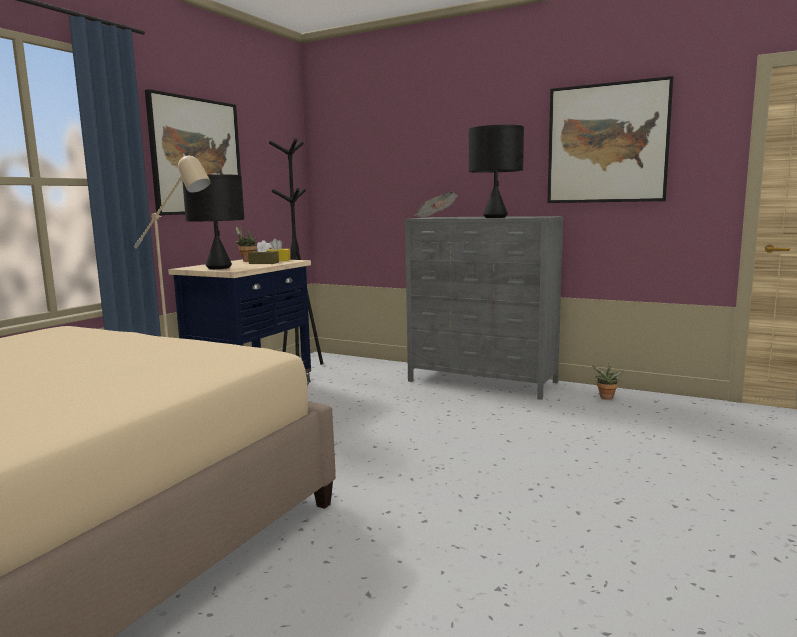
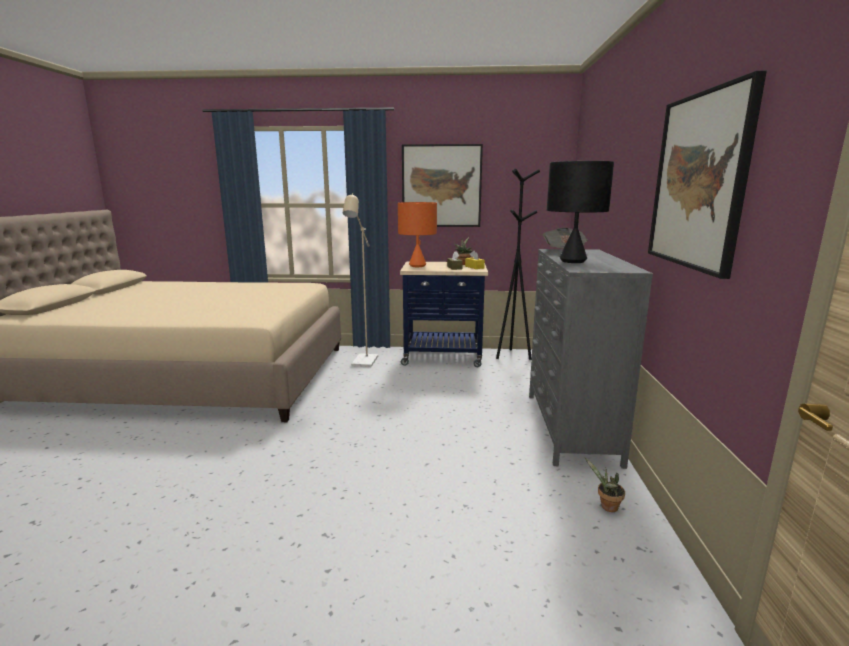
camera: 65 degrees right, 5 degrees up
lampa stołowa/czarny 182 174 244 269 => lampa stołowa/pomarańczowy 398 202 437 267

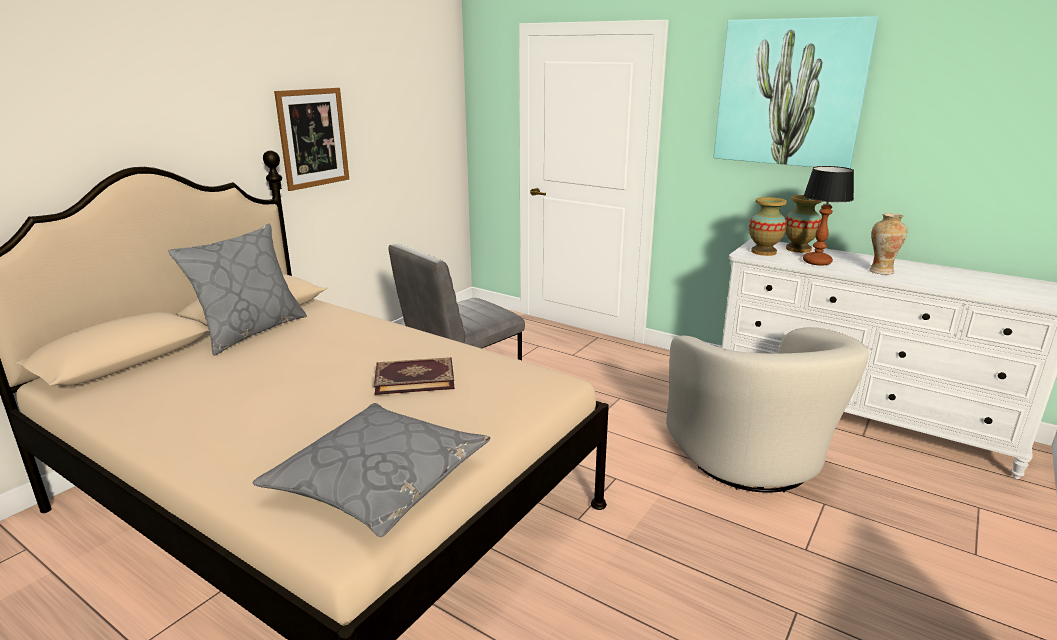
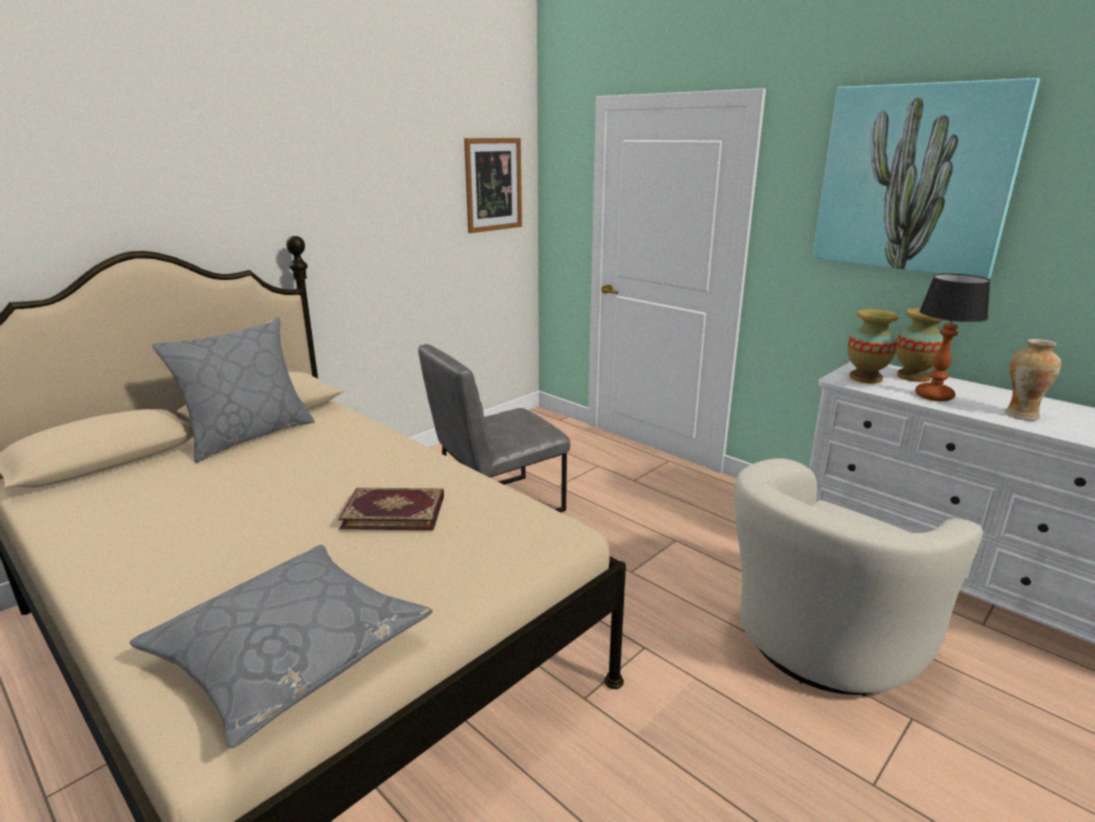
camera: 10 degrees right, 0 degrees up
obraz 274 88 349 191 => obraz 464 138 522 233, move
fotel/beżowy 666 327 869 493 => fotel/beżowy 734 458 983 696, 45 degrees clockwise

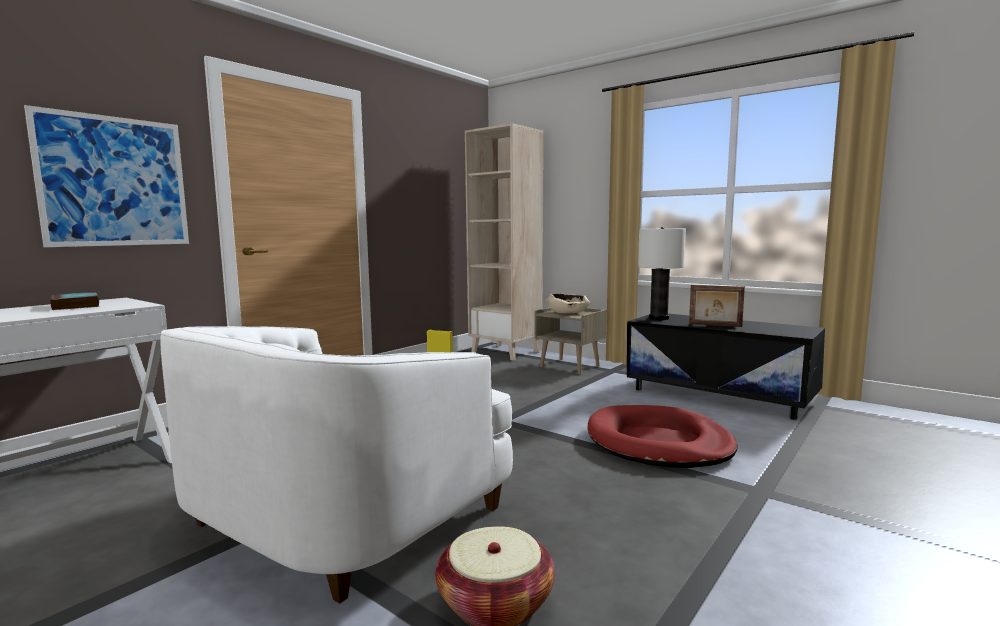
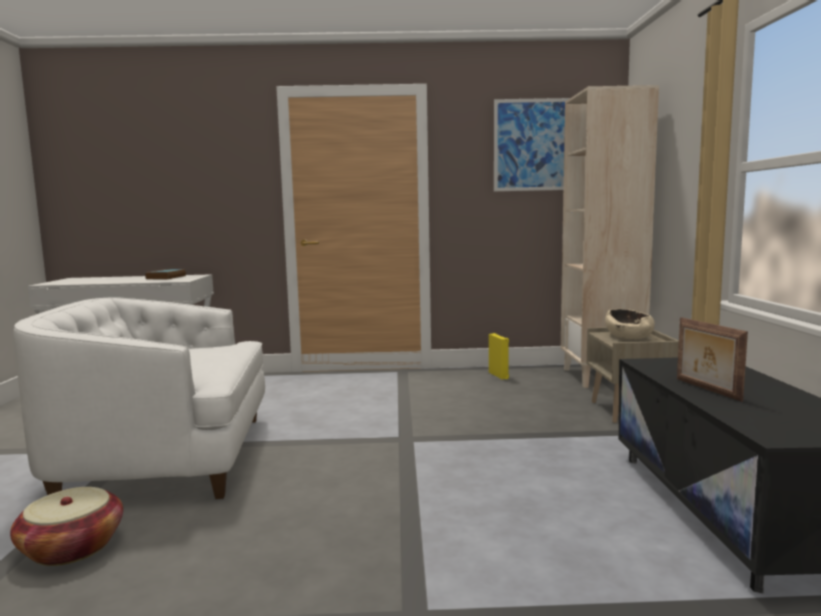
camera: 50 degrees right, 0 degrees up
obraz 24 105 189 247 => obraz 494 98 570 191, move
legowisko/czerwony 588 405 738 468 => nothing
lampa stołowa/biały 638 227 686 320 => nothing

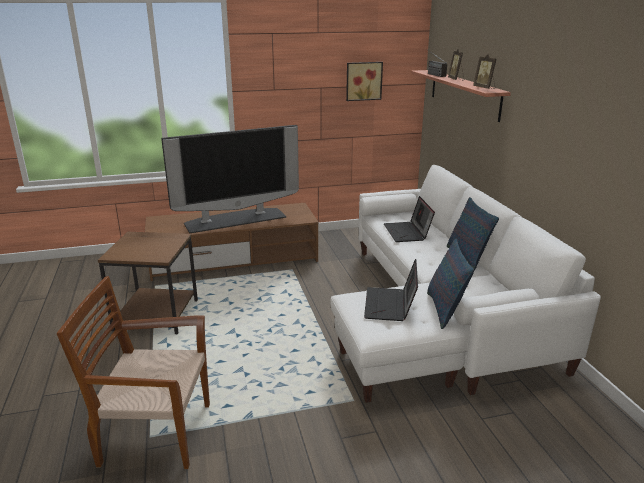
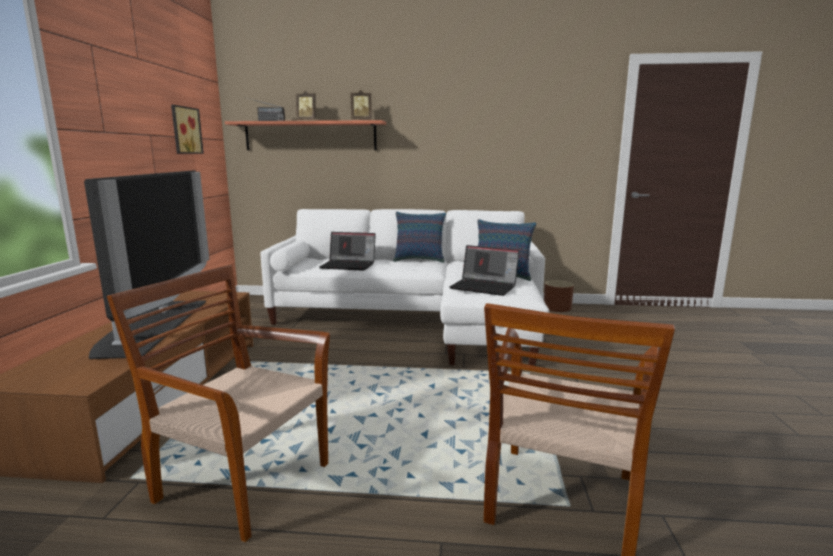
camera: 70 degrees left, 10 degrees down
stolik/brązowy 98 232 198 334 => fotel/brązowy 107 264 330 542
nothing => donica/brązowy 544 280 574 312

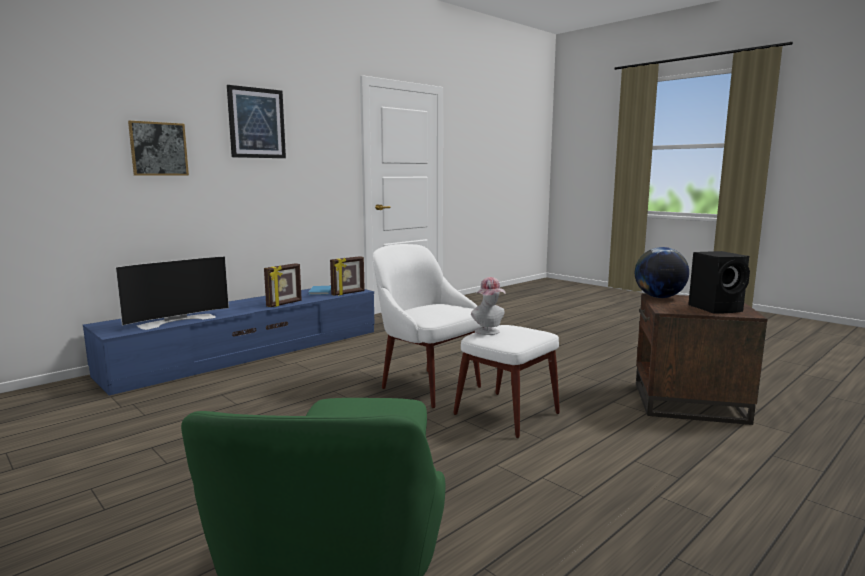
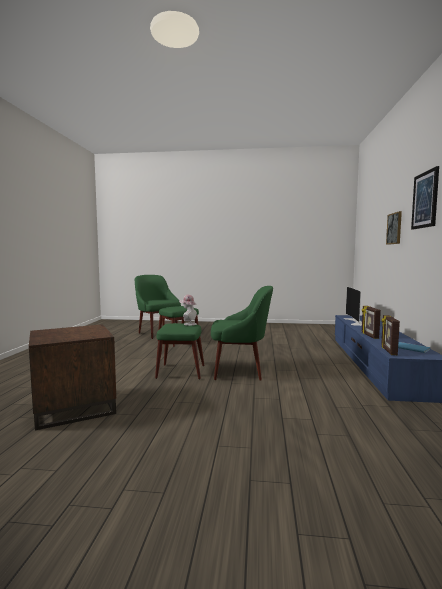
camera: 140 degrees right, 5 degrees down
fotel/biały 372 244 560 438 => fotel/zielony 155 286 273 381
globus 635 247 689 298 => nothing
głośnik/czarny 688 251 750 314 => nothing

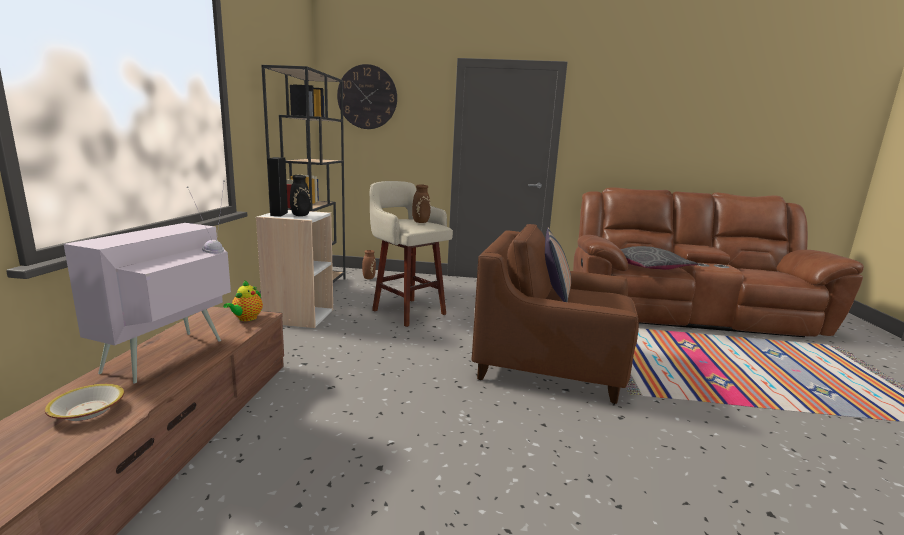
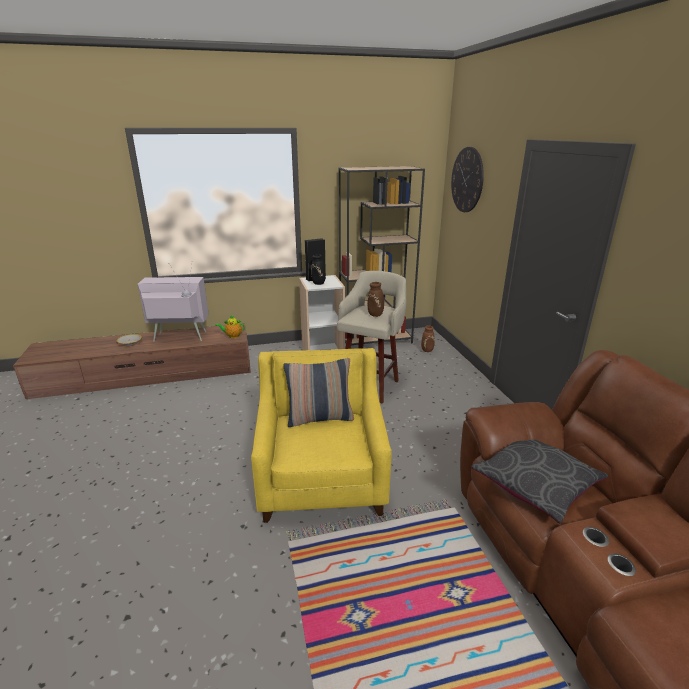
camera: 70 degrees right, 10 degrees up
fotel/brązowy 472 224 639 404 => fotel/żółty 251 348 392 523

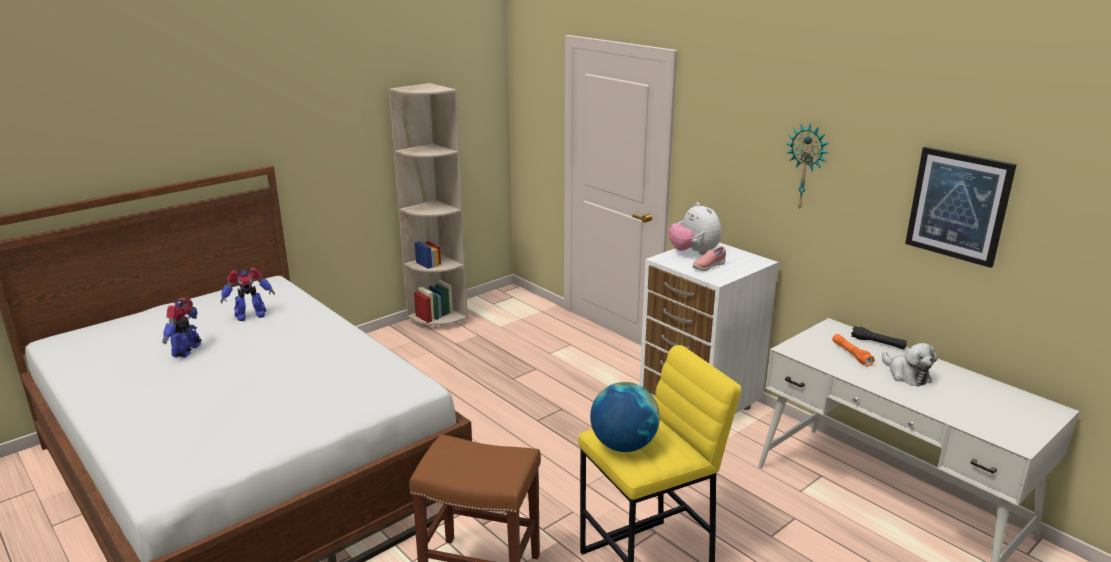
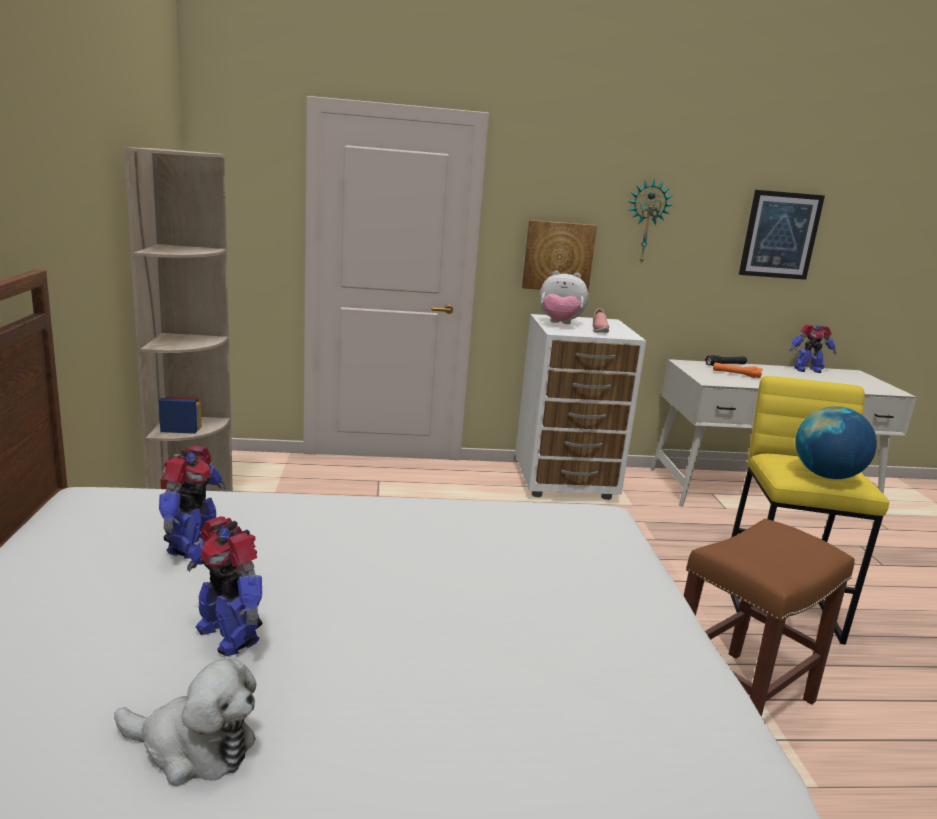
camera: 55 degrees left, 5 degrees down
pluszak 882 343 937 386 => pluszak 114 658 257 786, move
nothing => obraz 522 220 597 290
nothing => robot zabawkowy 790 324 836 373

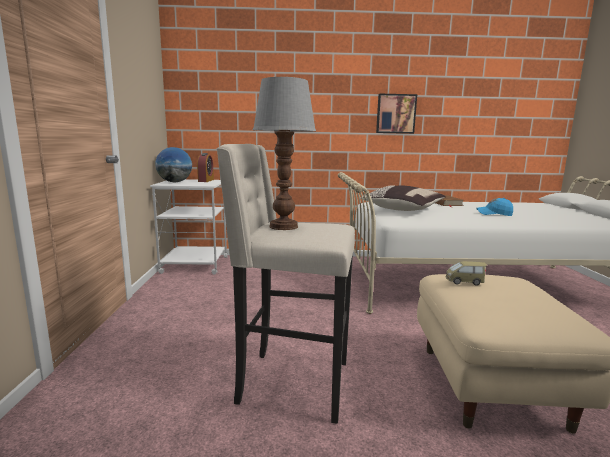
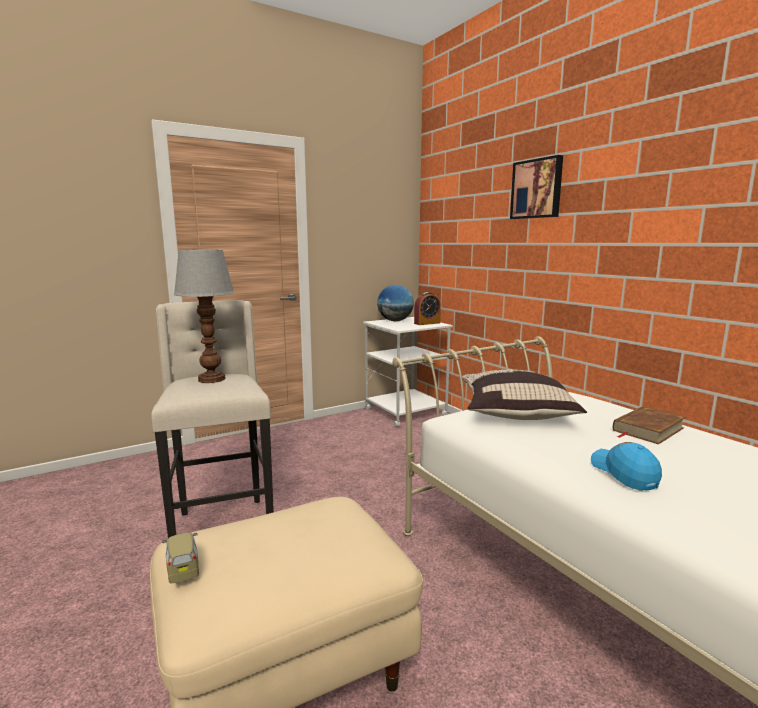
camera: 60 degrees right, 0 degrees up
obraz 376 94 417 134 => obraz 510 155 563 219, move
samochodzik 445 261 487 286 => samochodzik 162 533 199 584, move

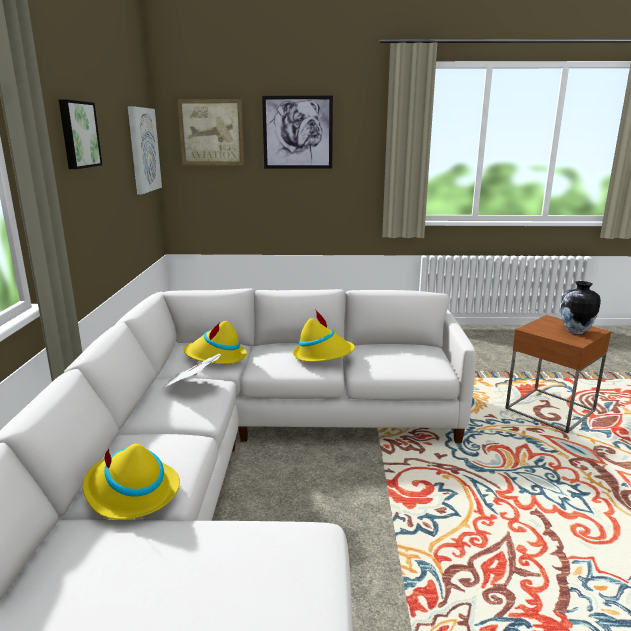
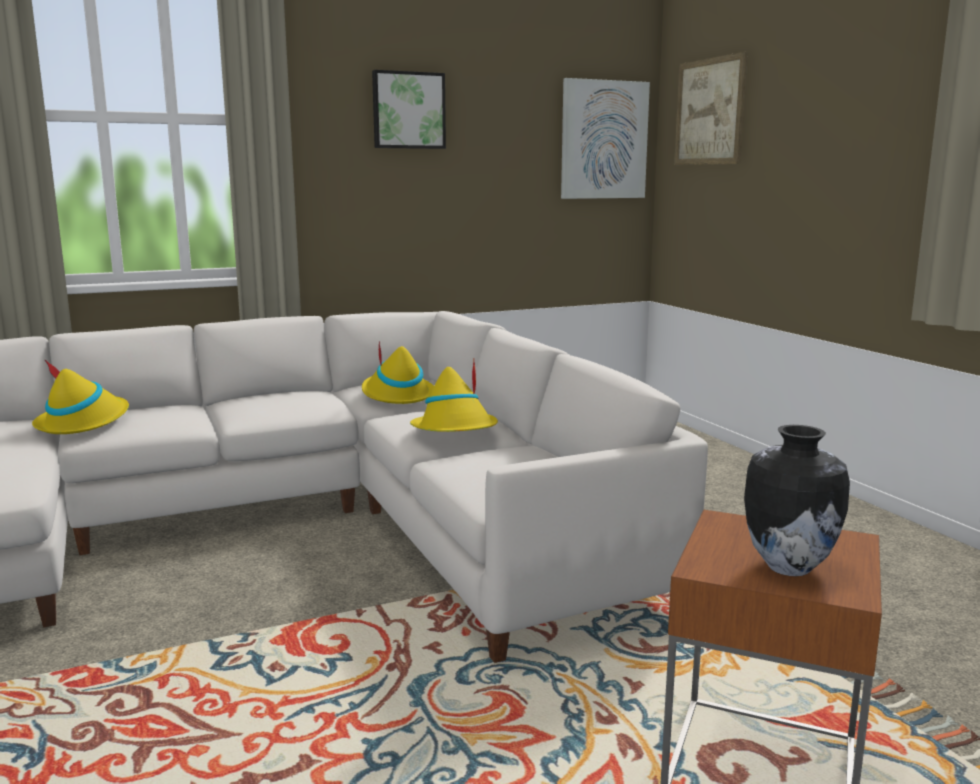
camera: 65 degrees right, 5 degrees down
gazeta 161 353 221 389 => nothing
obraz 262 96 333 169 => nothing

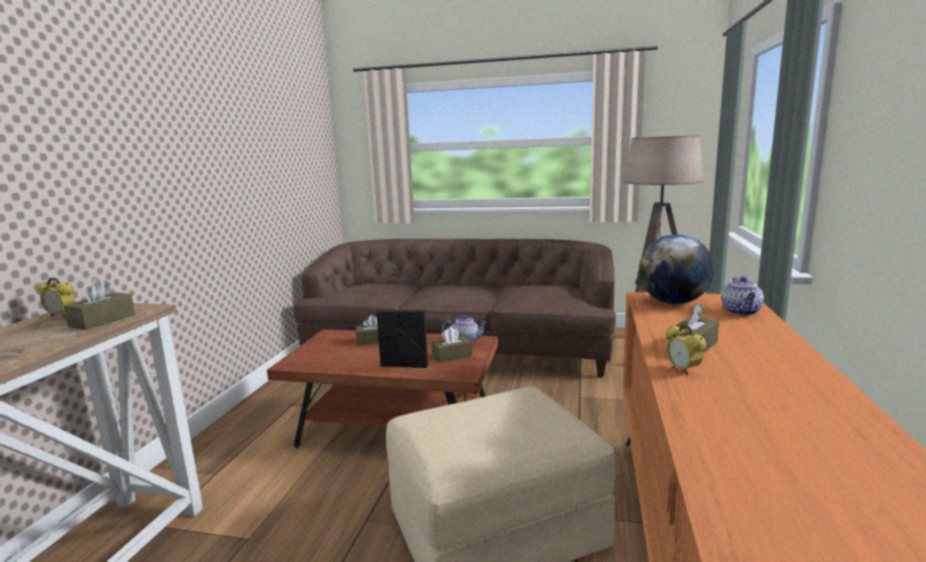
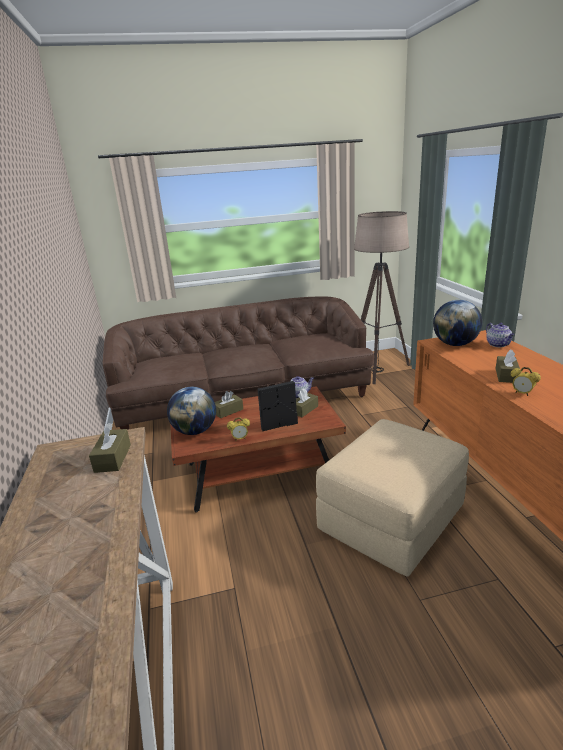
camera: 25 degrees left, 10 degrees up
budzik 36 278 75 317 => budzik 227 417 250 441, move
nothing => globus 167 387 216 435

